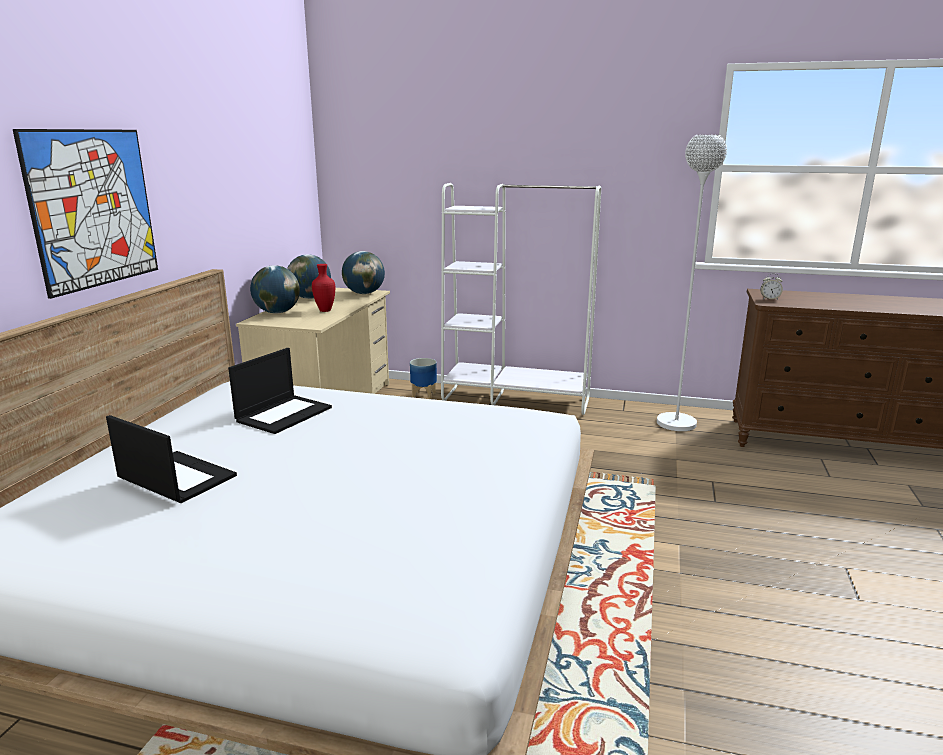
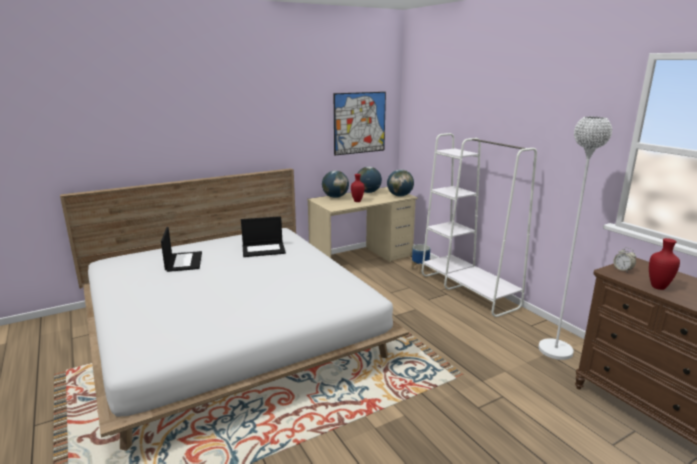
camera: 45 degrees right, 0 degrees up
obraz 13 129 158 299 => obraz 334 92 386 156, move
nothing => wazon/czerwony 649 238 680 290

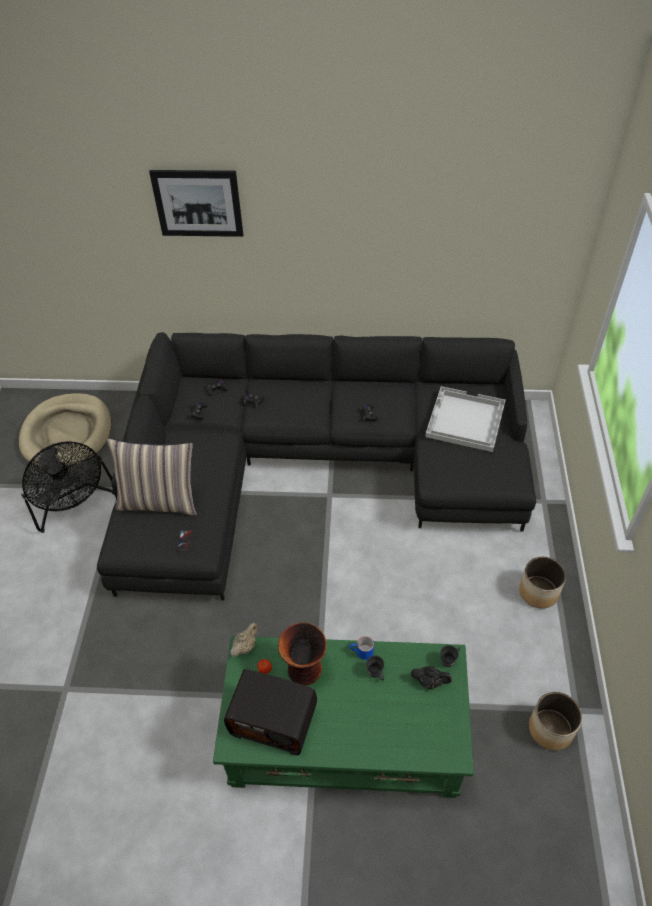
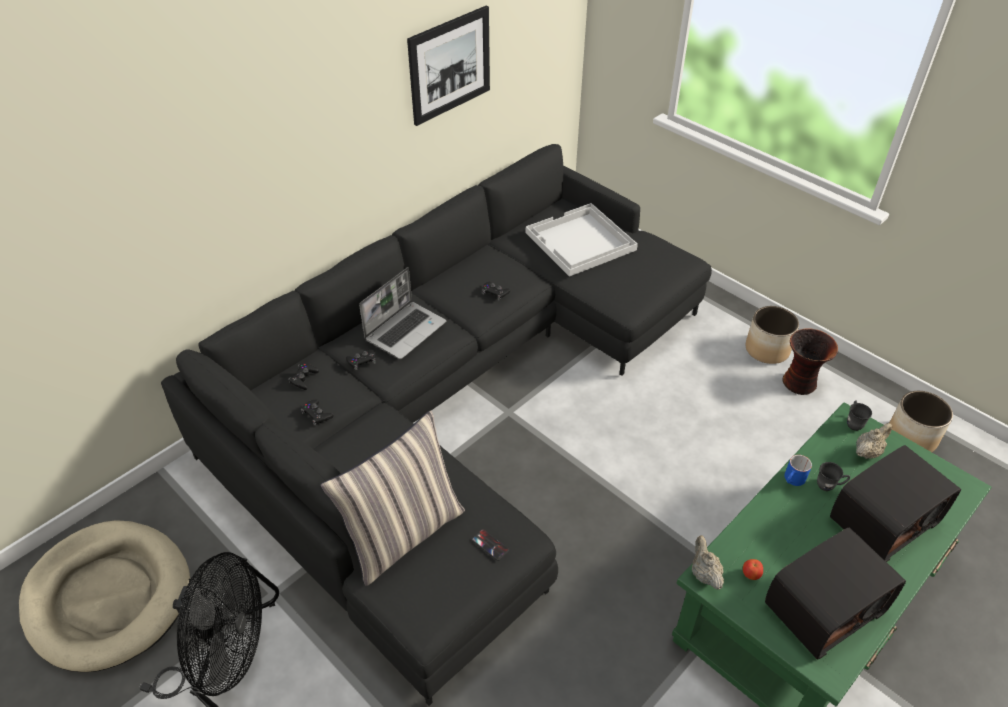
camera: 50 degrees left, 5 degrees down
obraz 149 170 243 237 => obraz 407 5 490 126, move
wazon 278 623 327 685 => wazon 782 328 838 395, move
imbryk/czarny 411 666 452 689 => imbryk/beżowy 856 423 892 459
nothing => laptop 359 267 446 359
nothing => radio 830 445 961 562

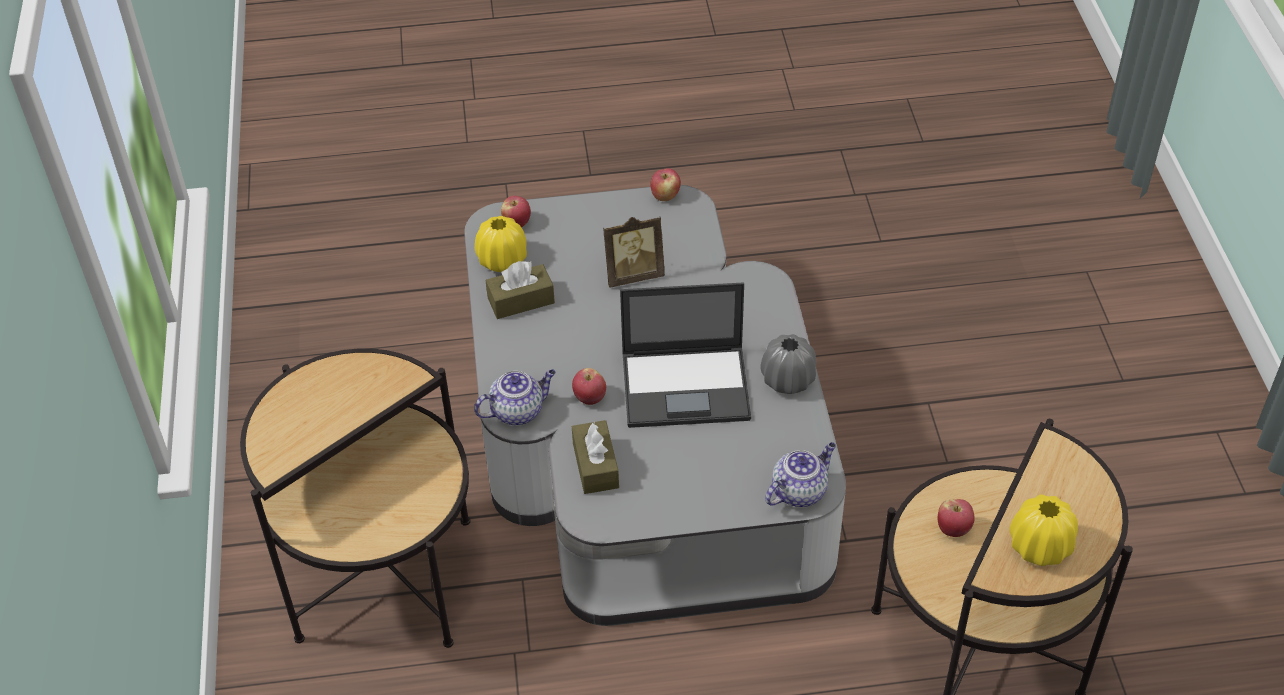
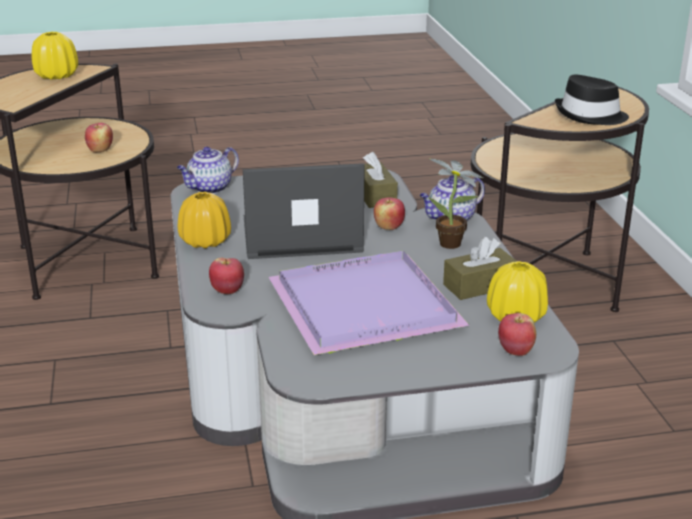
camera: 175 degrees right, 20 degrees down
ramka na zdjęcie 603 216 665 288 => taca/fioletowy 269 250 470 355
jabłko 650 169 681 201 => jabłko 209 258 244 294, move
wazon/szary 761 334 816 394 => wazon/żółty 178 192 231 249
nothing => roślina doniczkowa 428 159 483 249
nothing => kapelusz/czarny 555 74 629 125

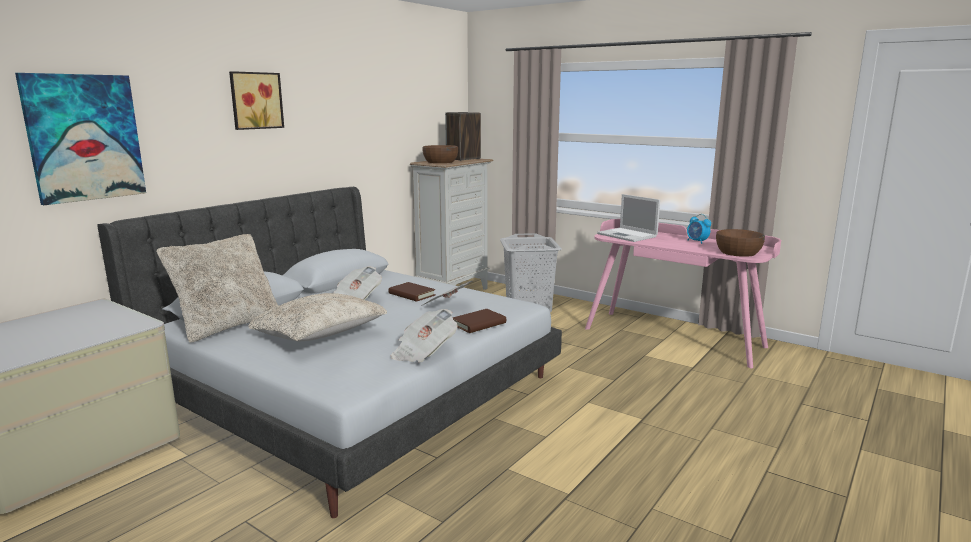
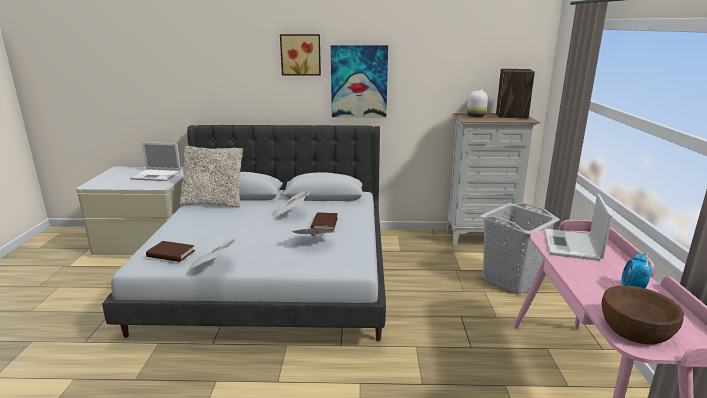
camera: 55 degrees right, 5 degrees up
obraz 15 73 146 205 => obraz 331 45 388 117, move
poduszka/beżowy 248 293 387 341 => nothing
miska/brązowy 422 145 458 163 => wazon/biały 467 88 488 117
książka/brązowy 453 309 506 333 => książka/brązowy 146 241 195 262, move
nothing => laptop 130 142 181 181

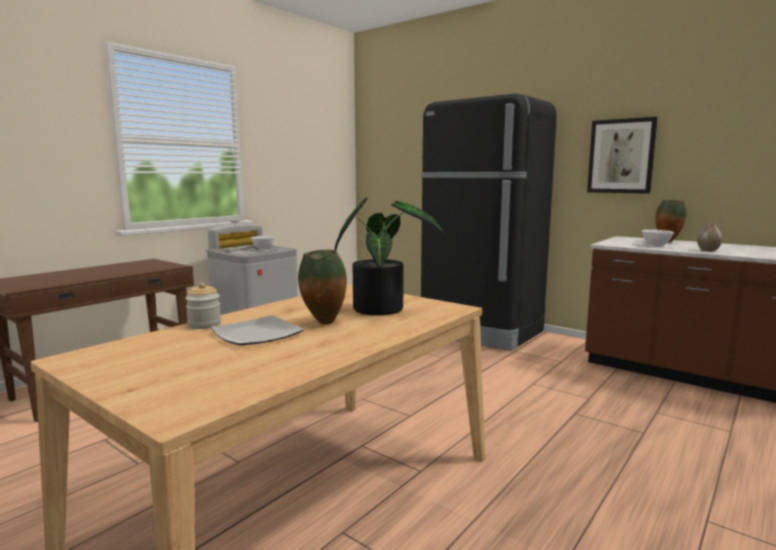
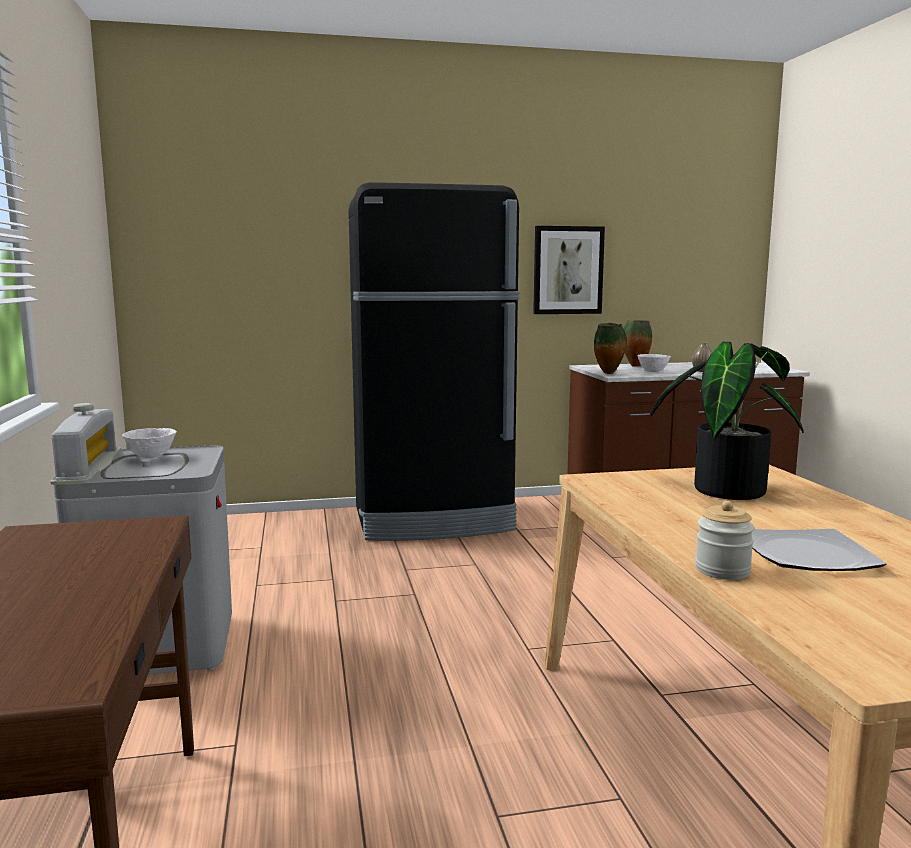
camera: 50 degrees left, 0 degrees up
wazon 298 250 347 325 => wazon 594 323 627 374, move

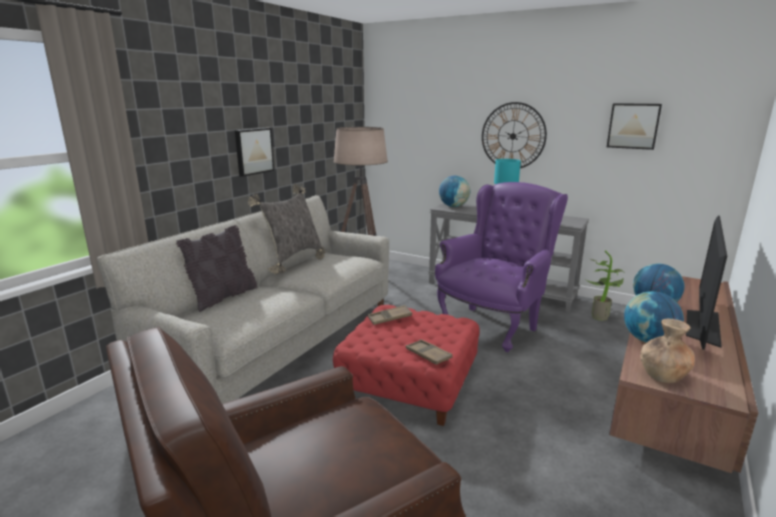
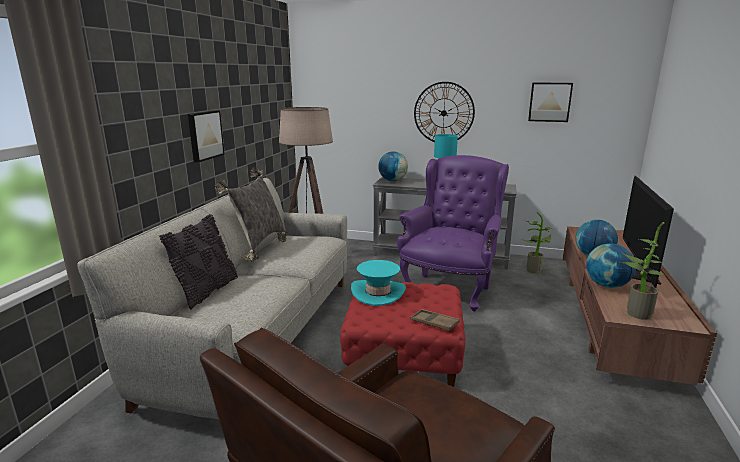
camera: 15 degrees left, 0 degrees up
taca/brązowy 368 305 412 325 => kapelusz/turkusowy 351 260 406 306
wazon/brązowy 640 319 695 383 => roślina doniczkowa 621 222 665 320

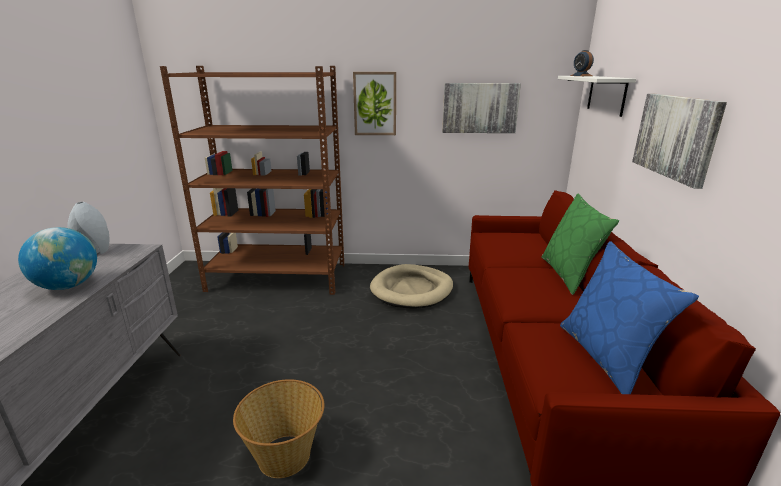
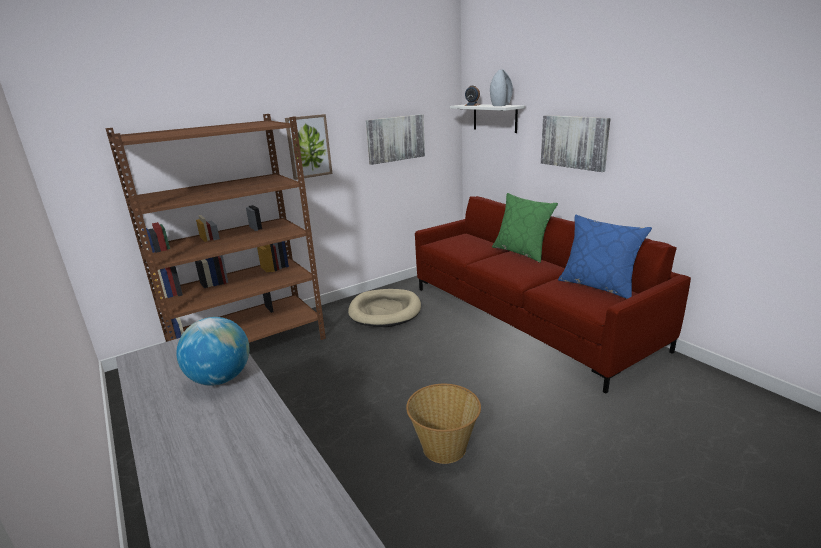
camera: 35 degrees left, 0 degrees up
wazon/szary 68 202 110 254 => wazon/szary 490 70 513 106, move

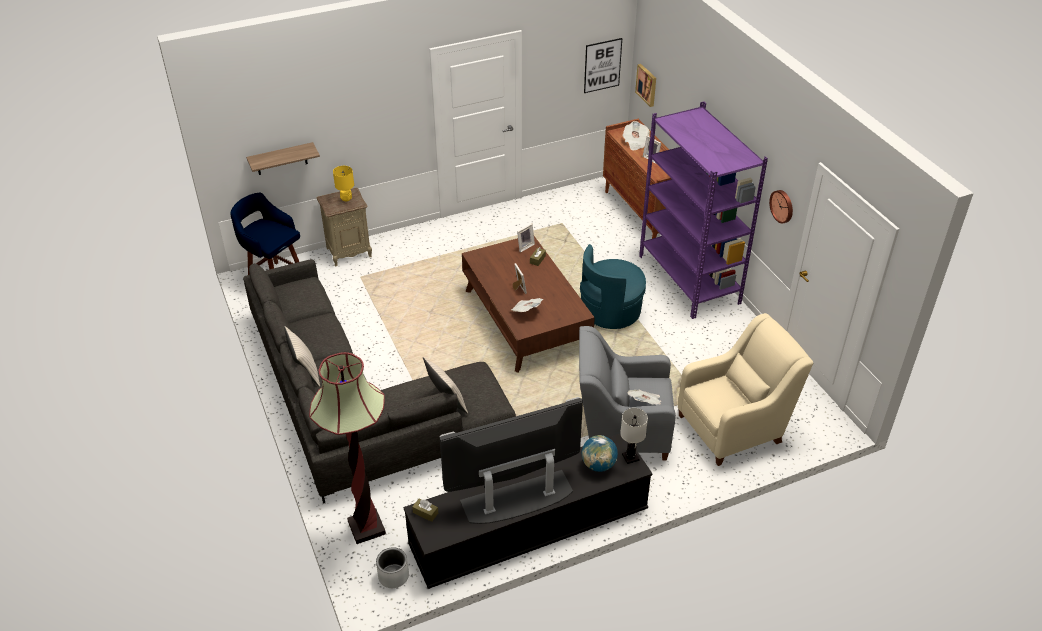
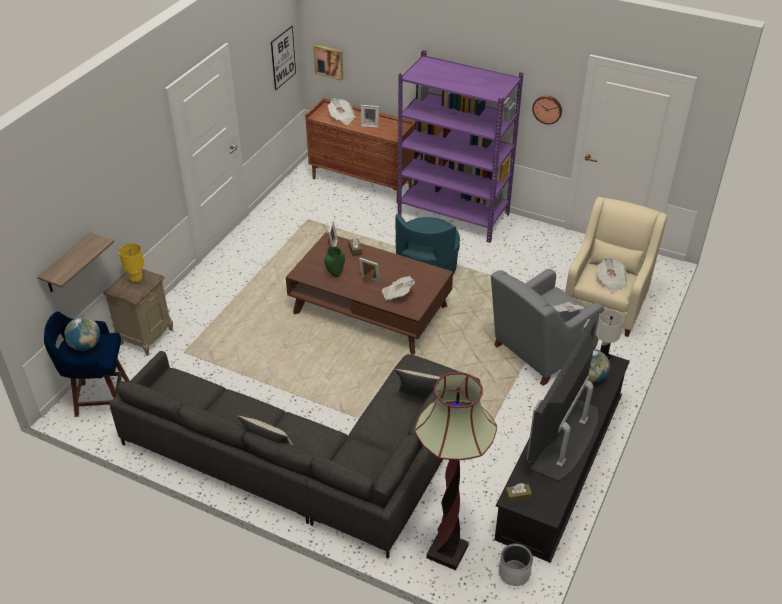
camera: 40 degrees left, 0 degrees up
nothing => globus 65 317 100 351
nothing => wazon/zielony 324 247 345 277
nothing => gazeta 598 257 627 293

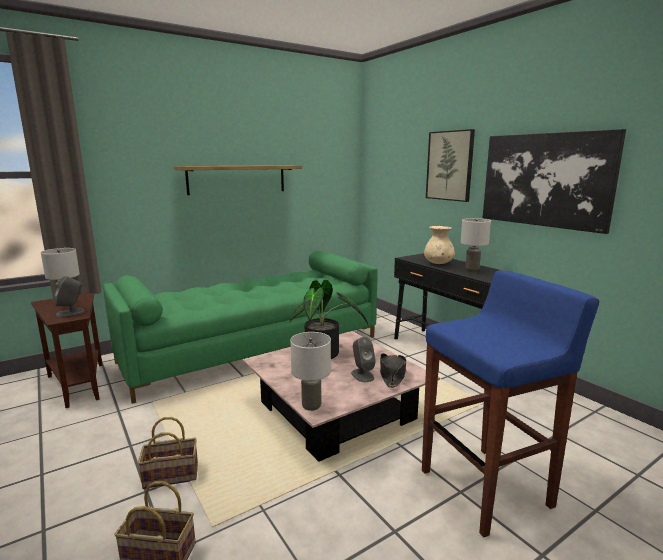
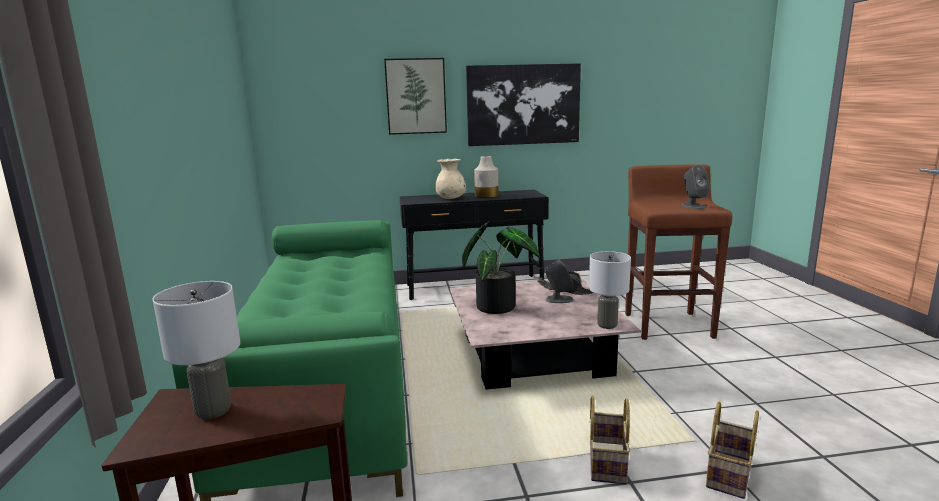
camera: 65 degrees left, 0 degrees up
głośnik/szary 54 276 85 317 => głośnik/szary 681 165 710 209, move
półka 174 165 302 195 => nothing
stołek/niebieski 422 270 599 537 => stołek/brązowy 625 164 733 340
lampa stołowa/biały 460 218 491 271 => wazon/beżowy 474 156 498 198

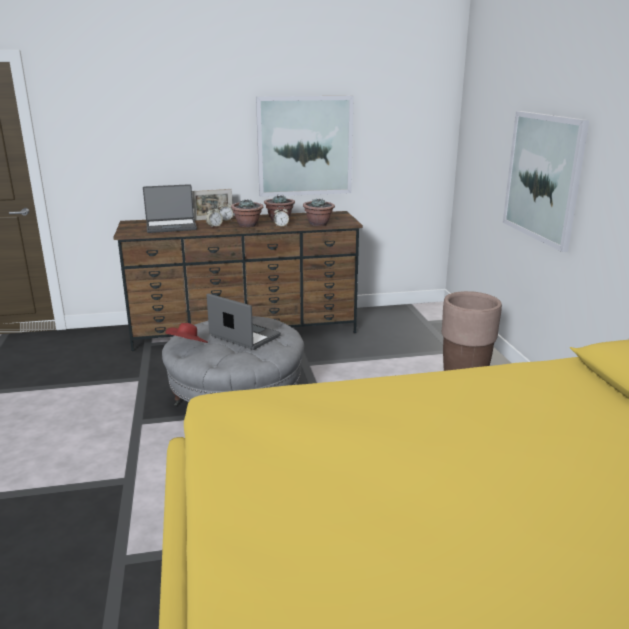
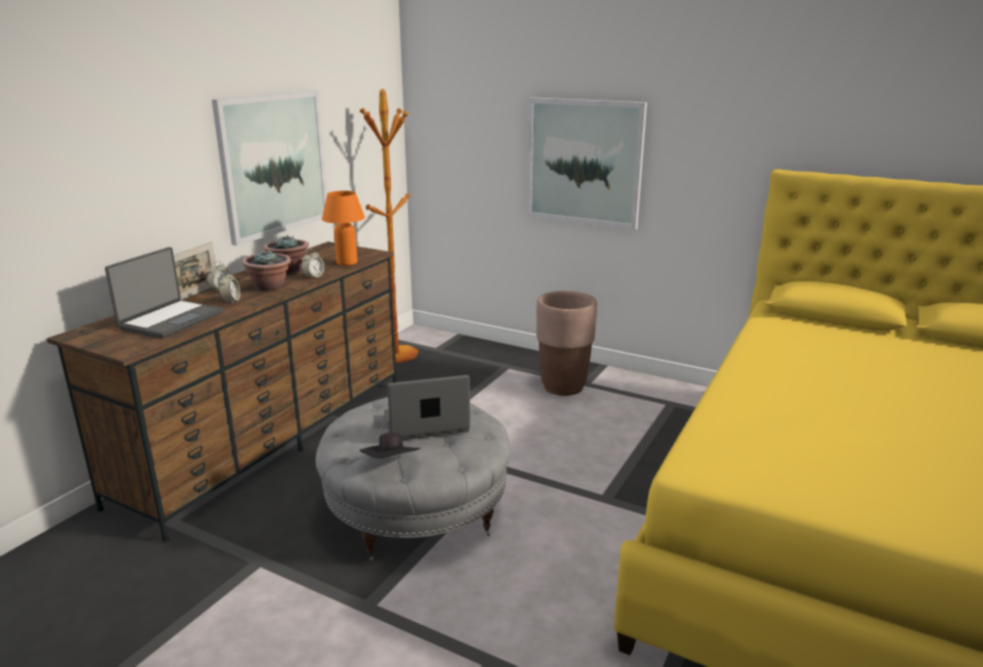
camera: 50 degrees left, 0 degrees up
kapelusz/czerwony 165 323 208 343 => kapelusz/czarny 360 432 421 458
roślina doniczkowa 303 198 335 226 => lampa stołowa/pomarańczowy 322 191 365 266
nothing => wieszak/pomarańczowy 360 89 419 363

